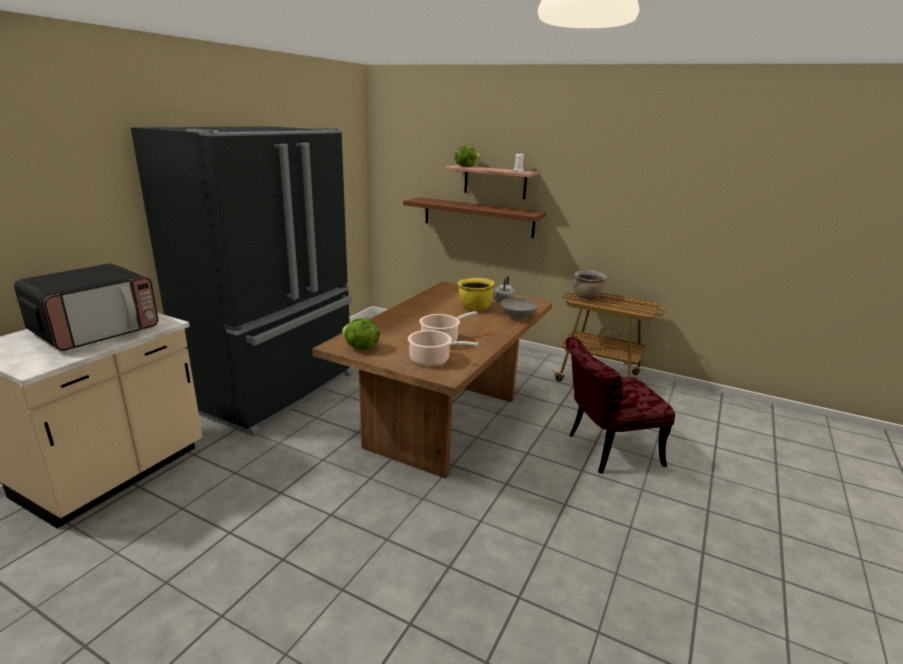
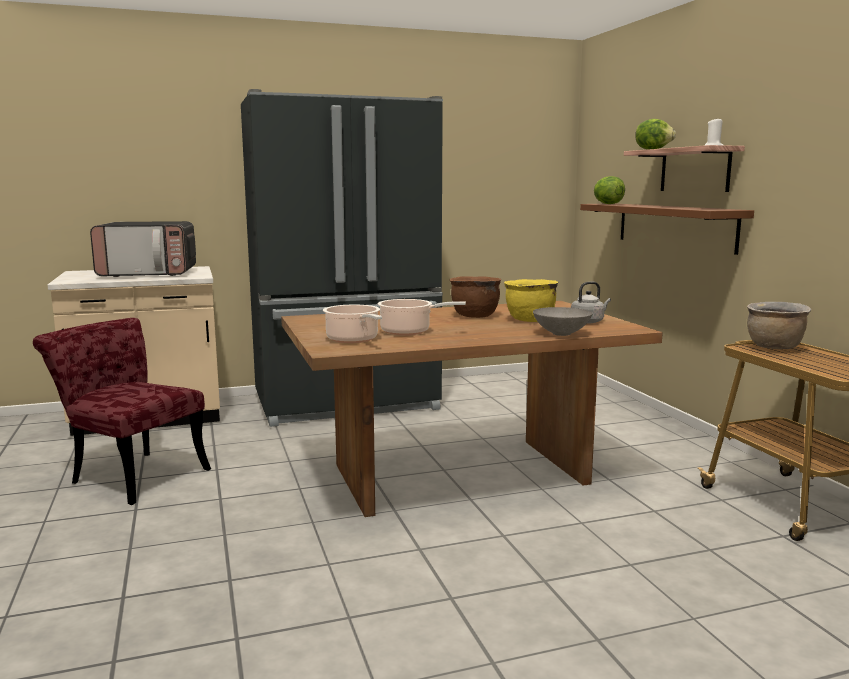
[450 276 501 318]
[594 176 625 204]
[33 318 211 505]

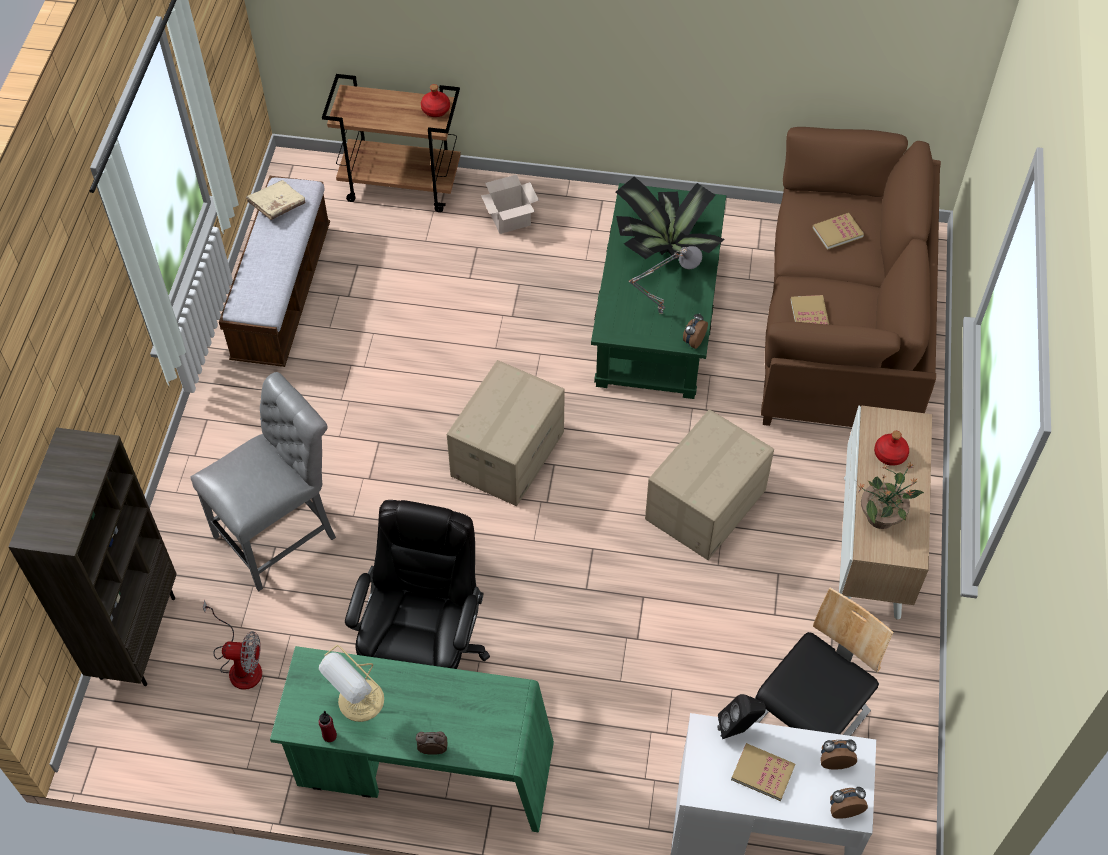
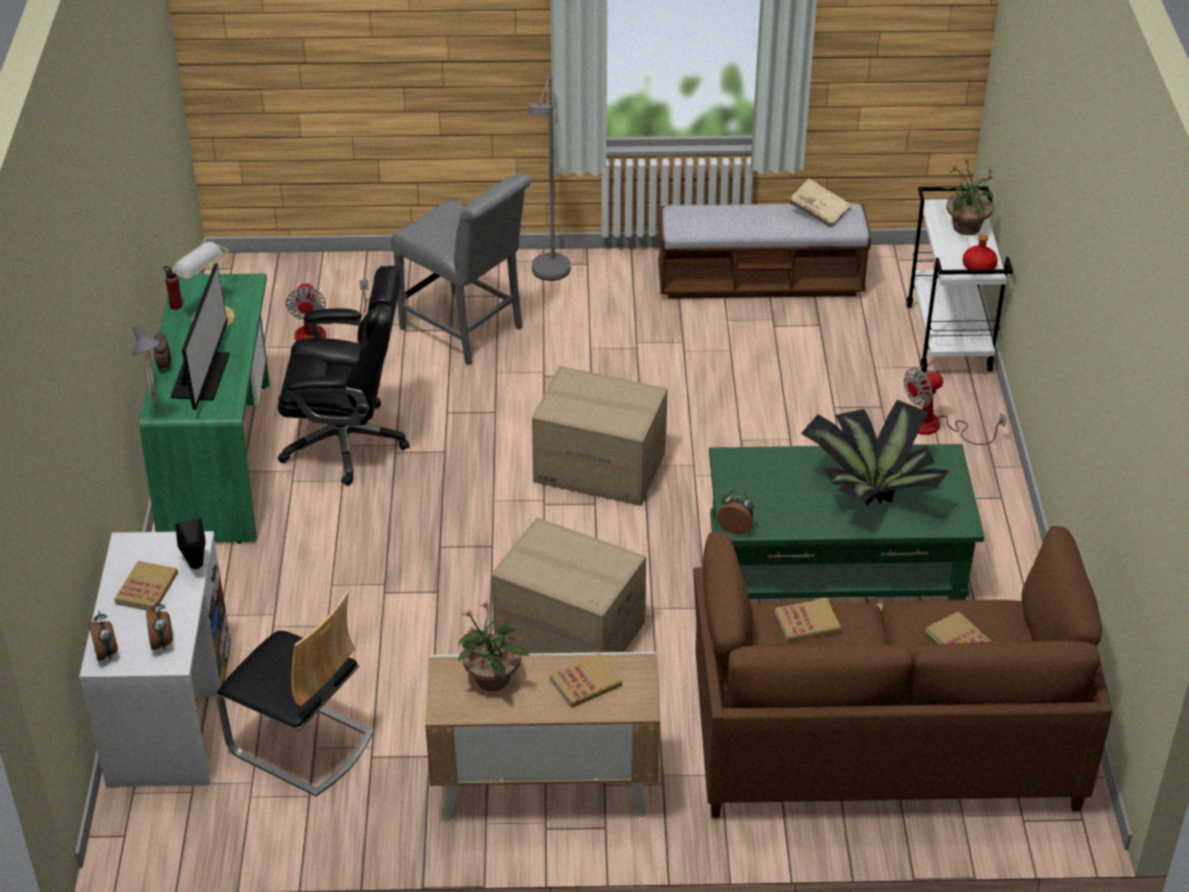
[9 427 177 686] (first image)
[170 263 230 410]
[528 77 571 281]
[942 159 993 235]
[132 323 160 410]
[904 368 1006 445]
[550 653 622 708]
[907 186 1013 372]

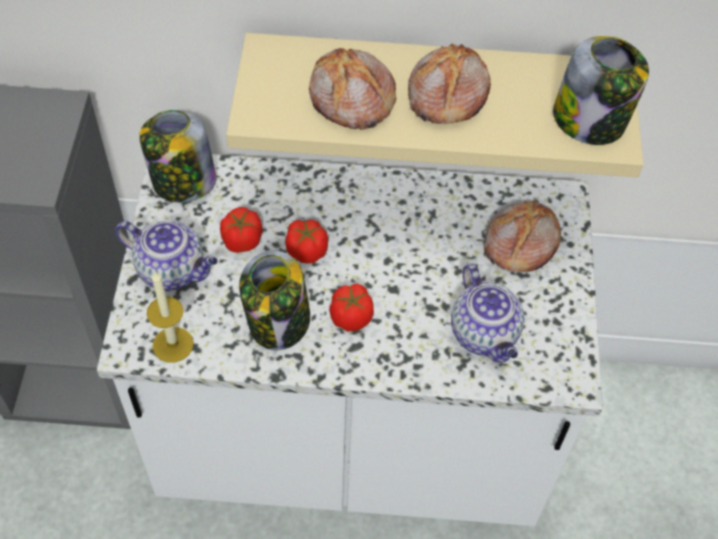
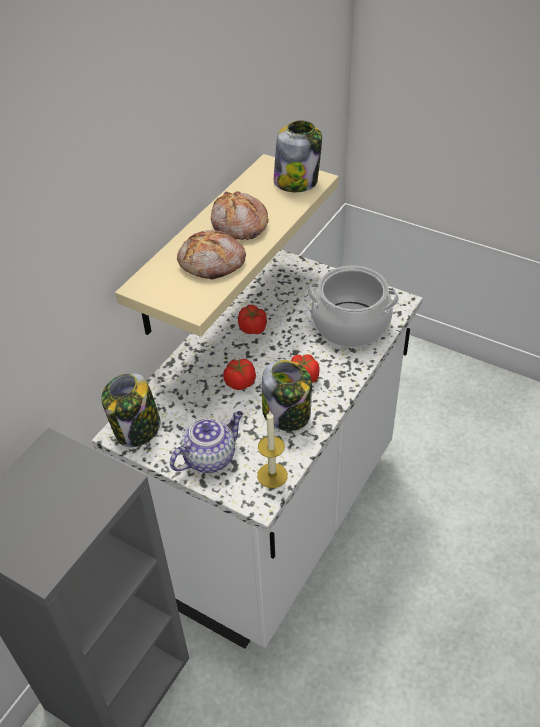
[484 201 561 272] (first image)
[238 305 267 334]
[307 266 399 347]

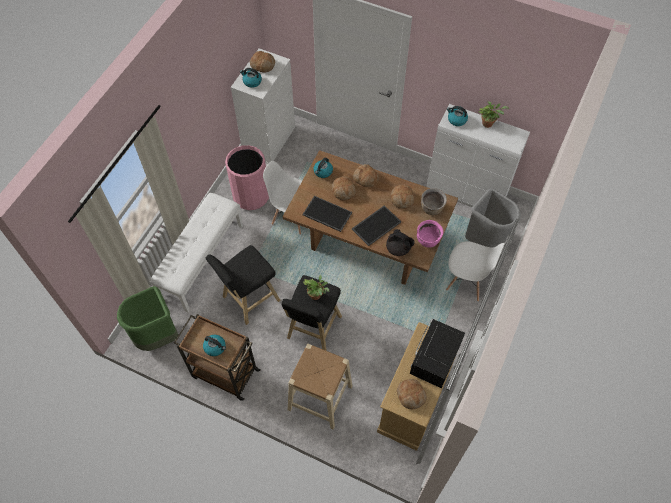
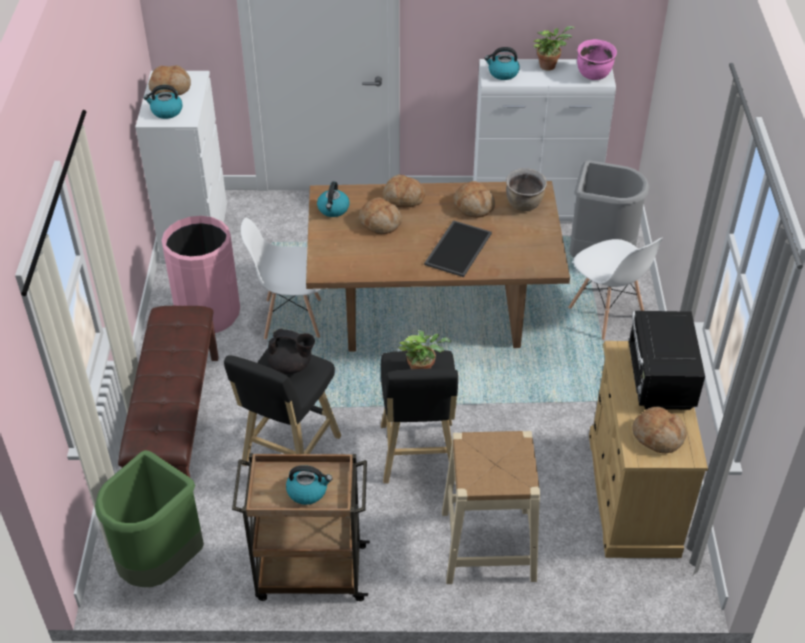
[302 196 352 232] (first image)
[267 329 315 374]
[577 39 617 80]
[118 306 219 477]
[568 238 663 340]

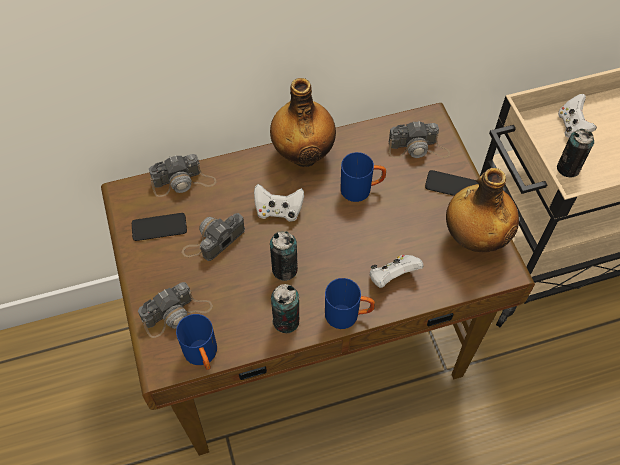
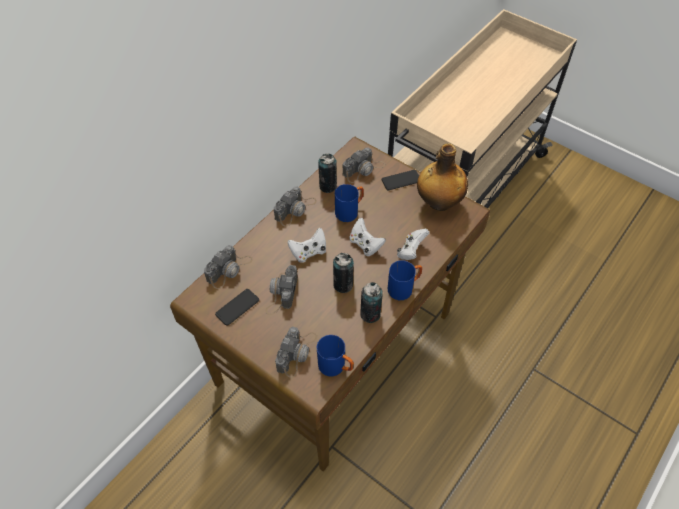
[318 153 337 193]
[350 218 386 256]
[274 186 317 227]

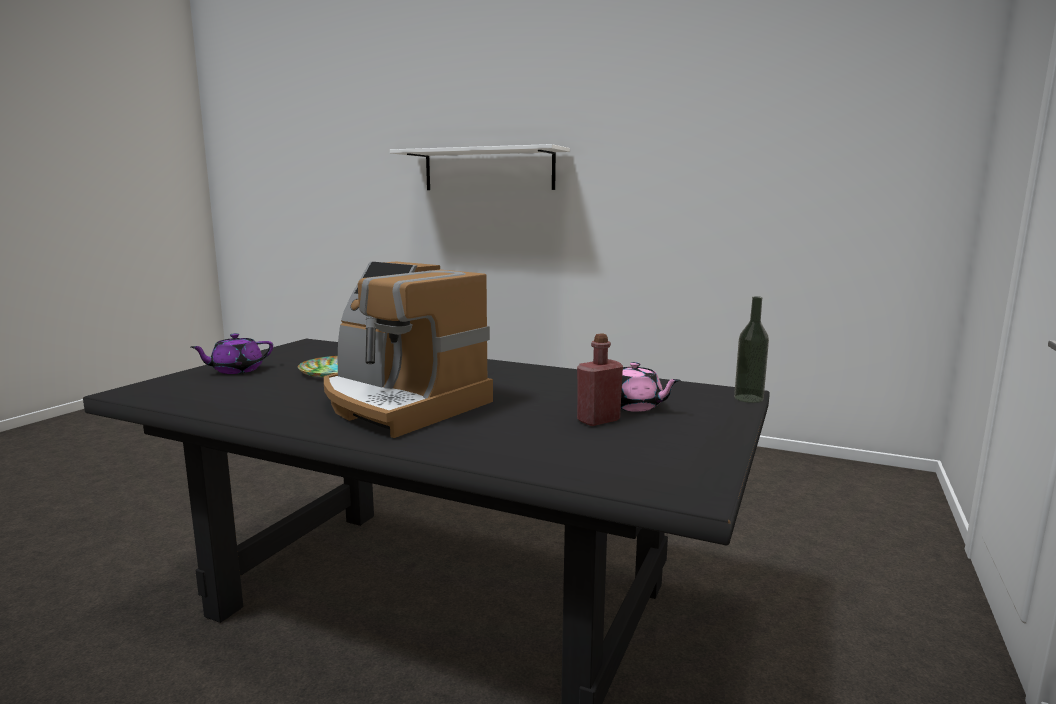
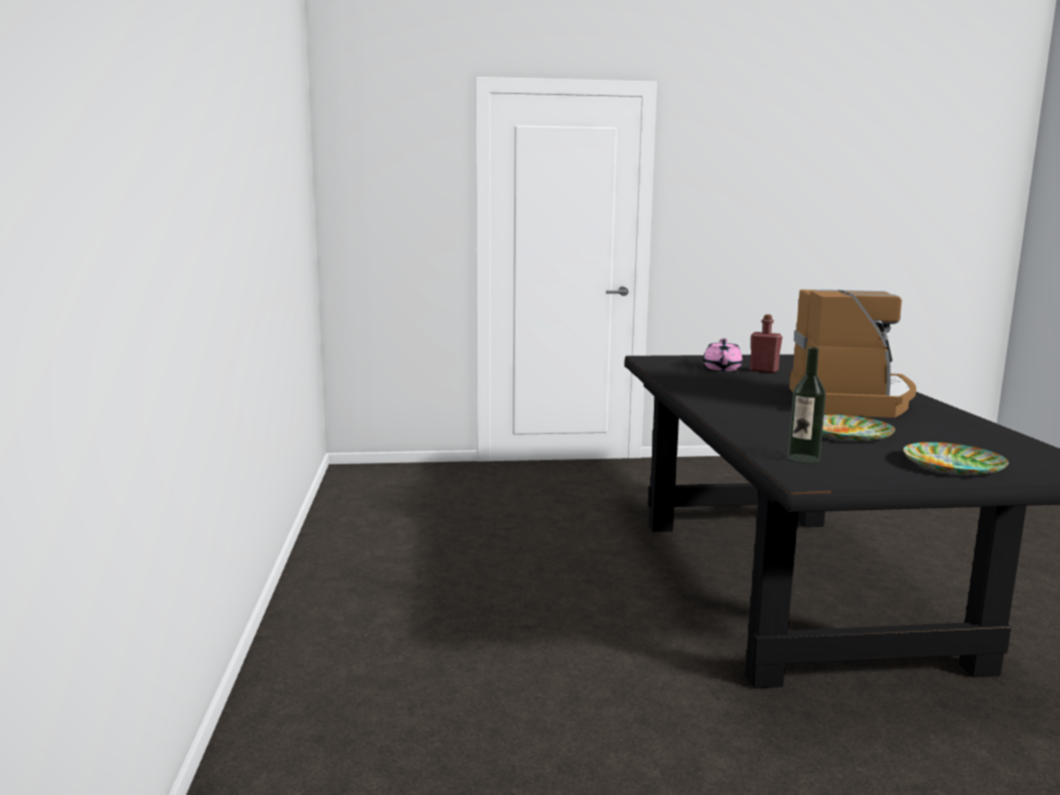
[390 144 570 190] (first image)
[788 347 826 464]
[903 442 1008 474]

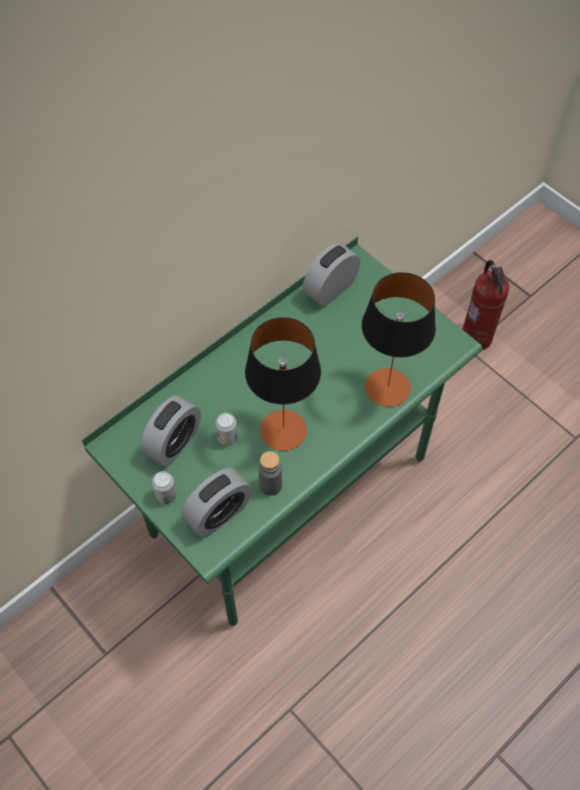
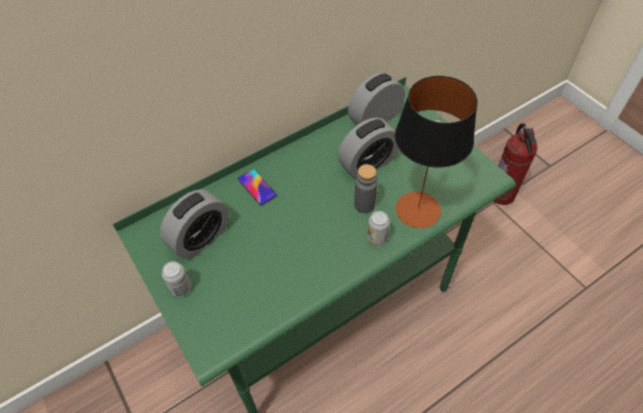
[245 317 321 451] (first image)
[238 169 277 205]
[337 118 399 179]
[367 211 390 246]
[354 164 377 213]

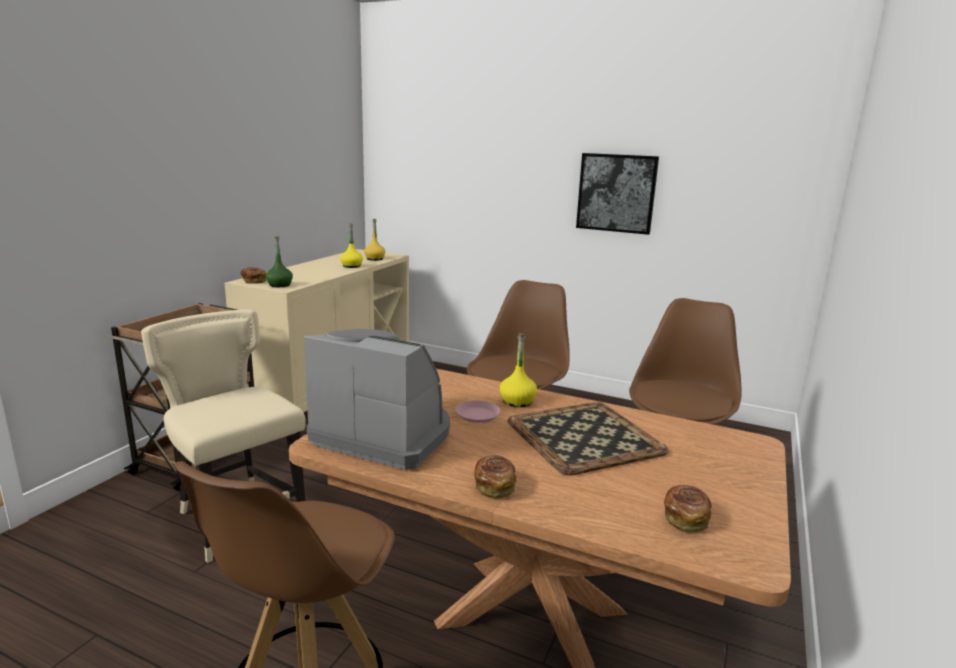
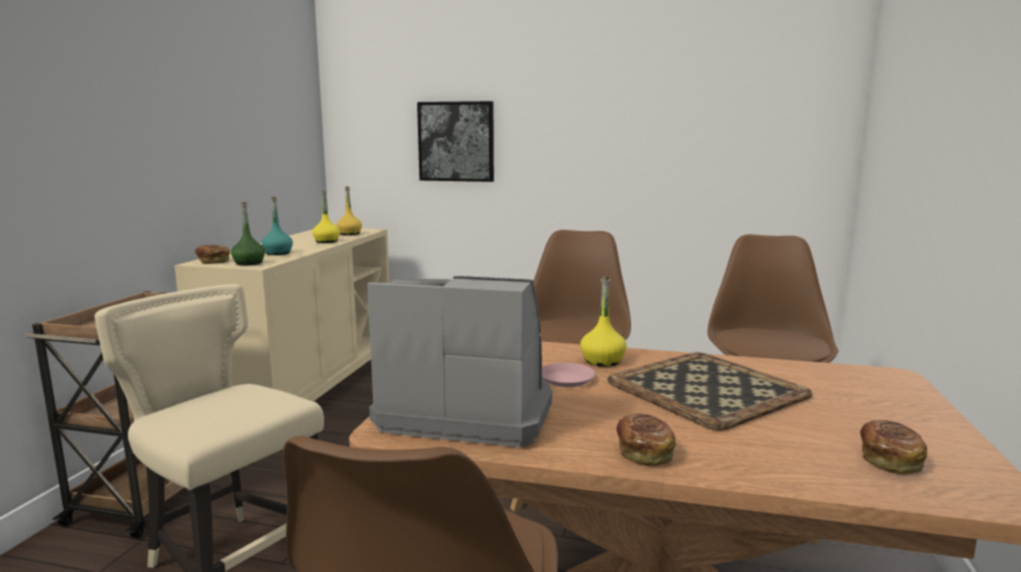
[262 197 293 255]
[417 101 494 182]

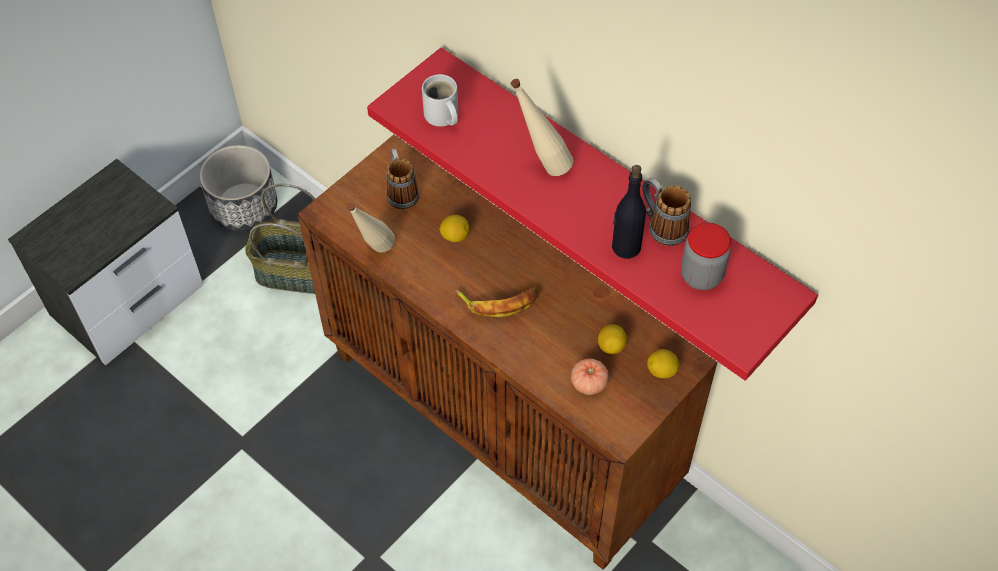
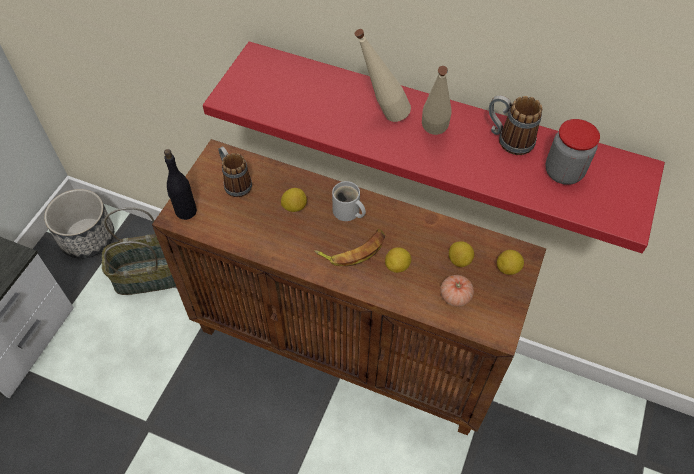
[385 247 411 273]
[422 66 451 135]
[332 181 366 221]
[164 149 197 220]

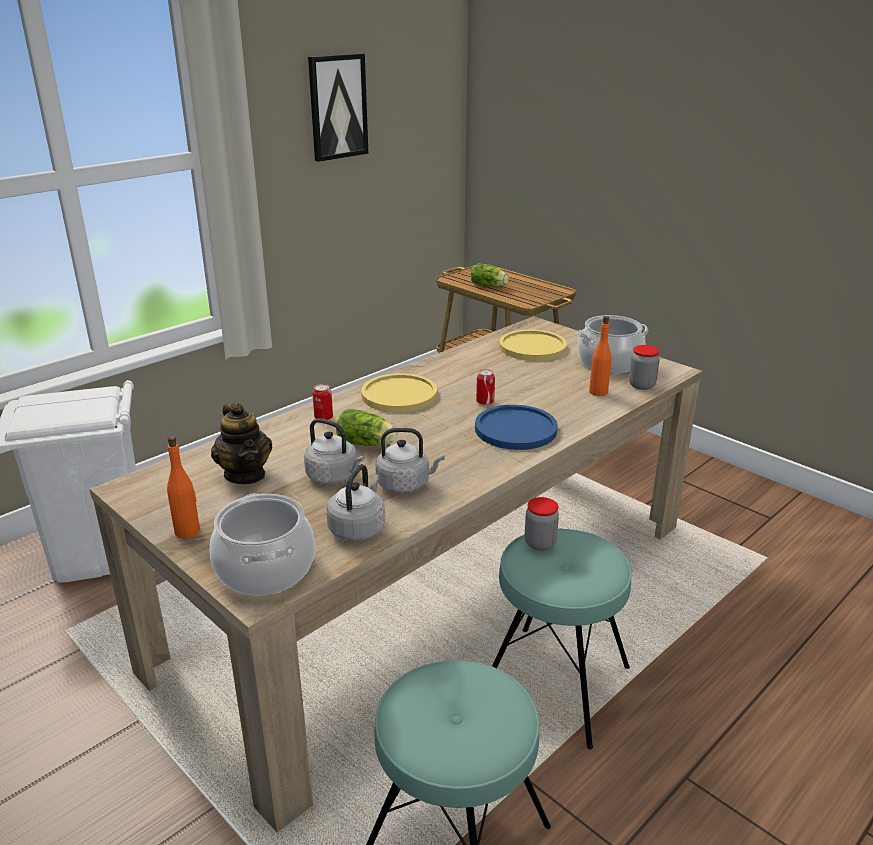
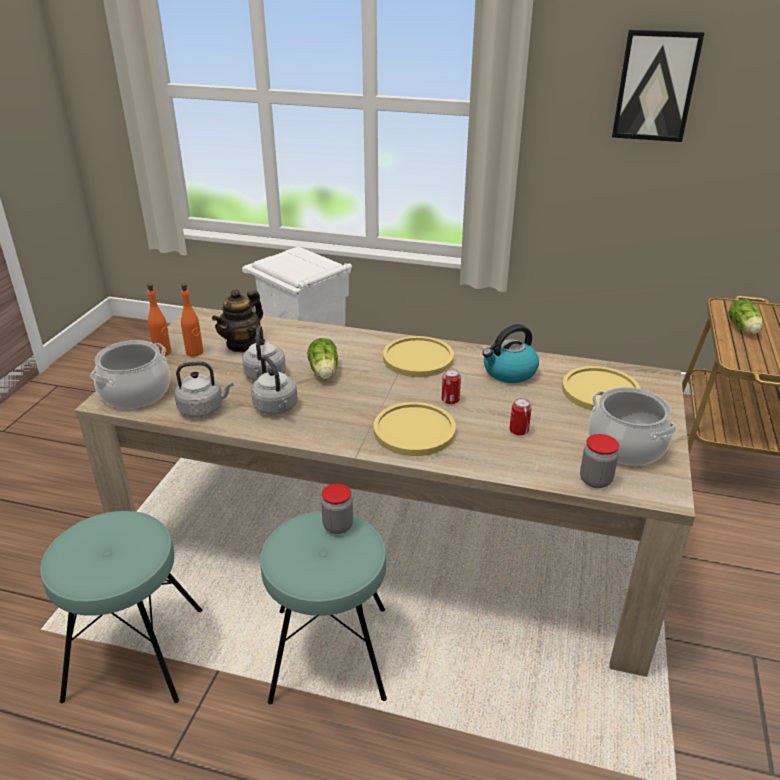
[483 324 539 383]
[509 398 532 435]
[181 284 203 357]
[374 402 456 456]

